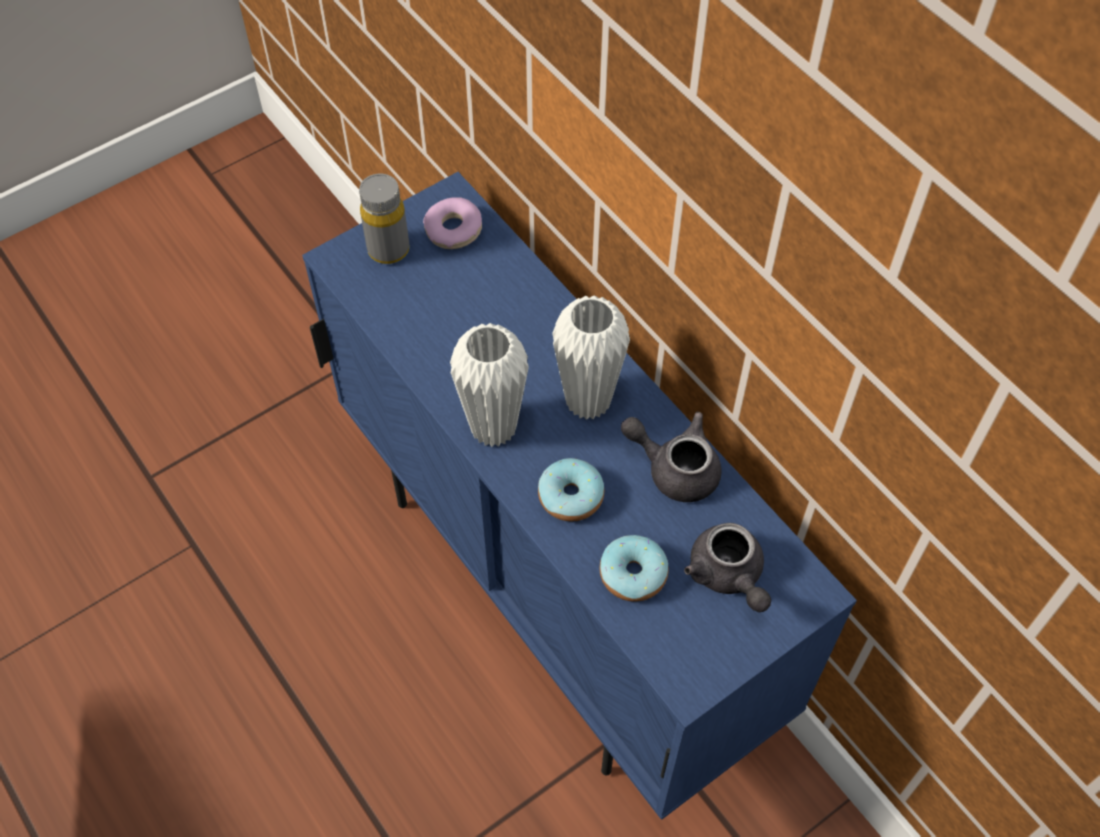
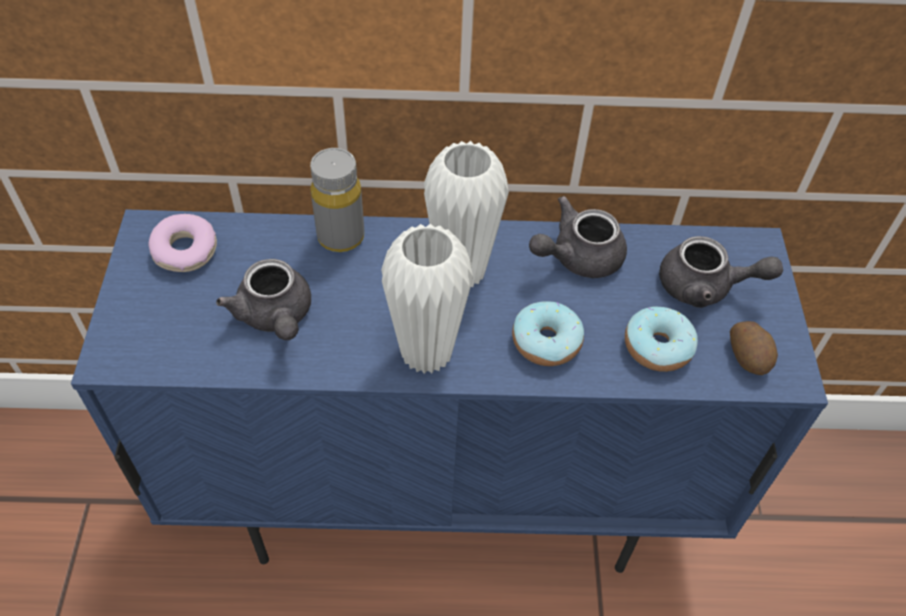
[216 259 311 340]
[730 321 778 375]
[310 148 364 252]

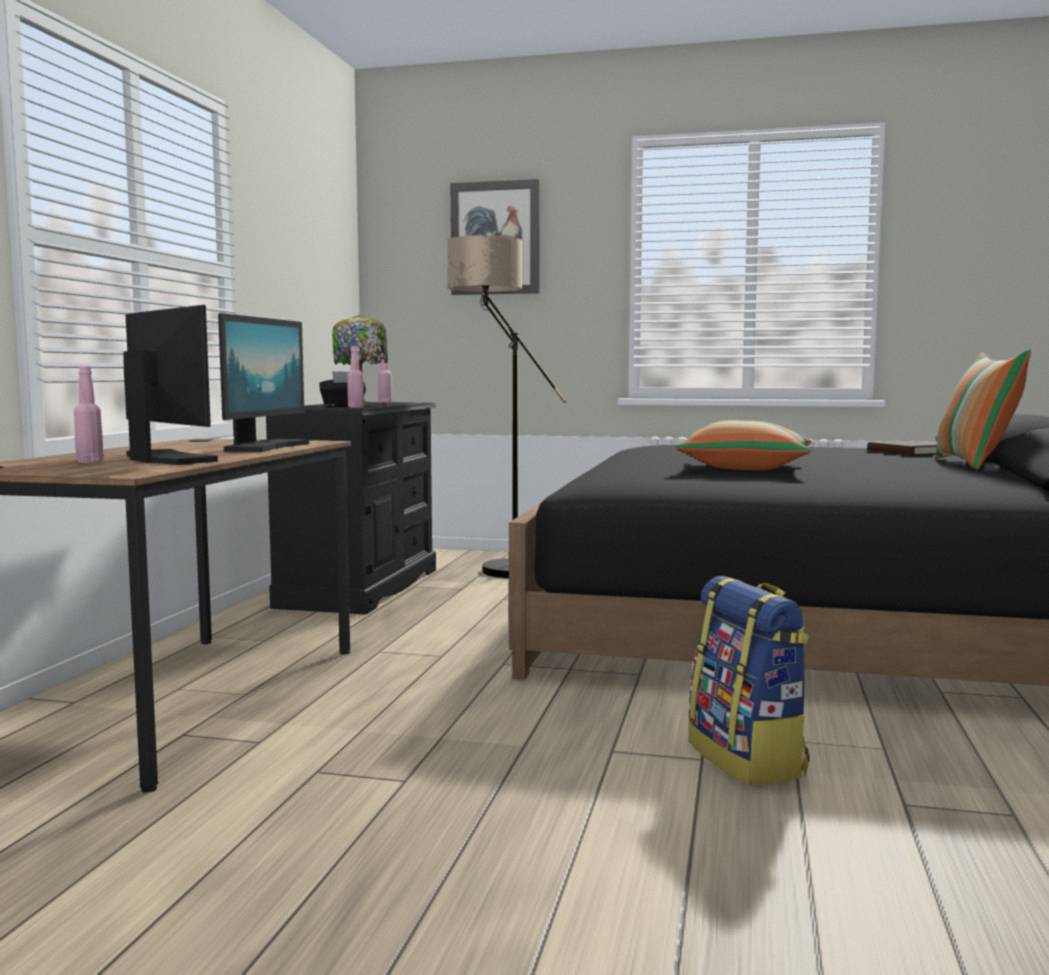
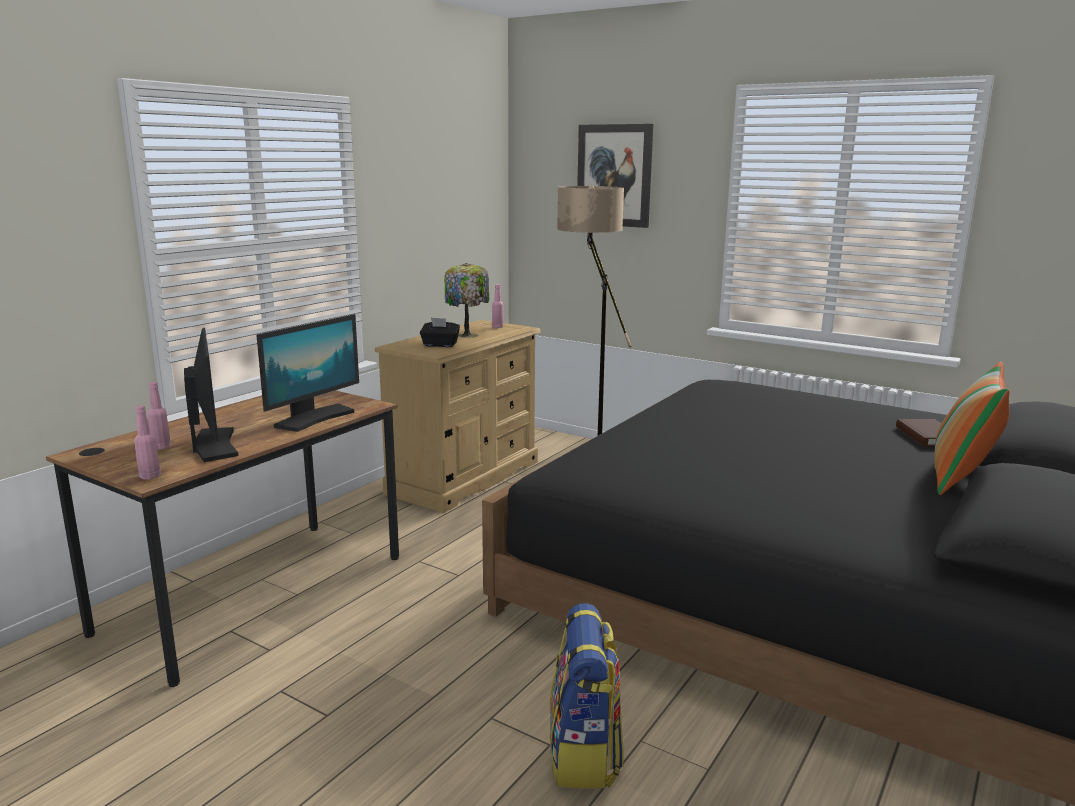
[676 420 811 470] (first image)
[134 405 160 480]
[375 320 541 513]

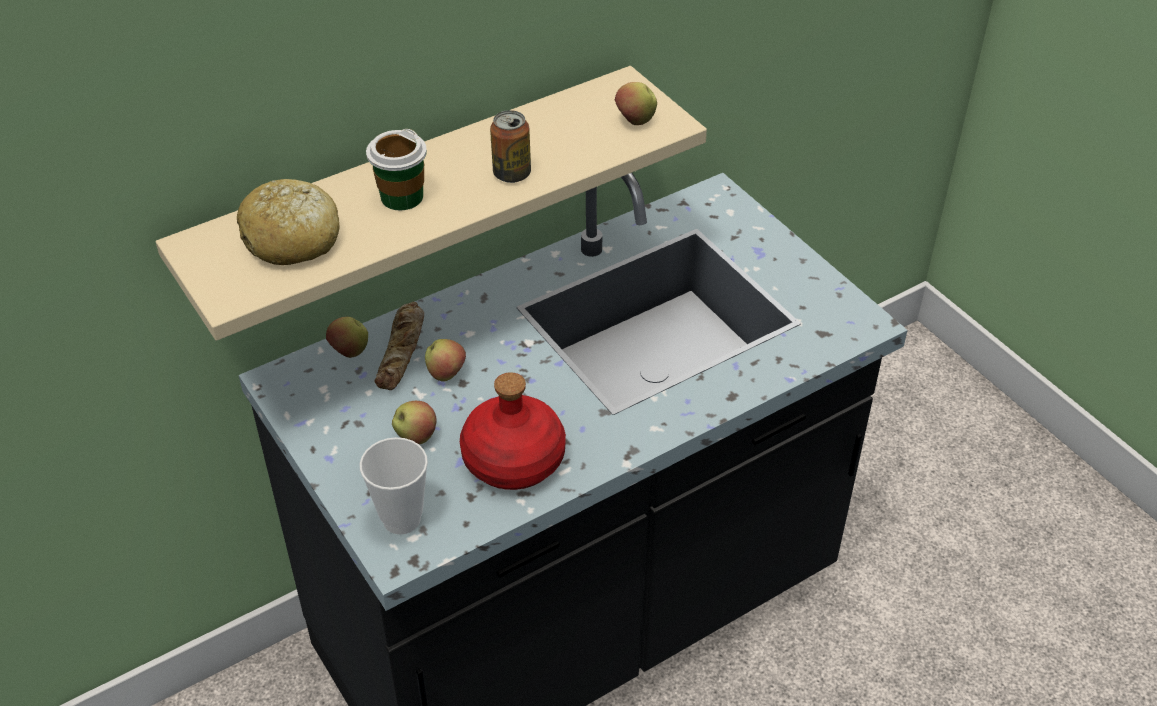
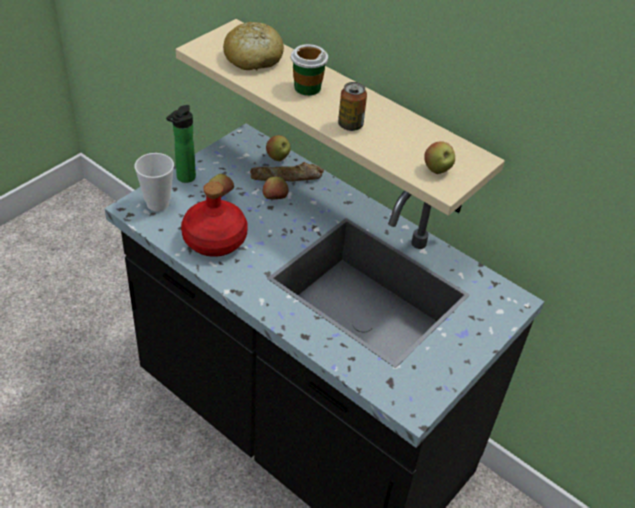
[166 105 196 183]

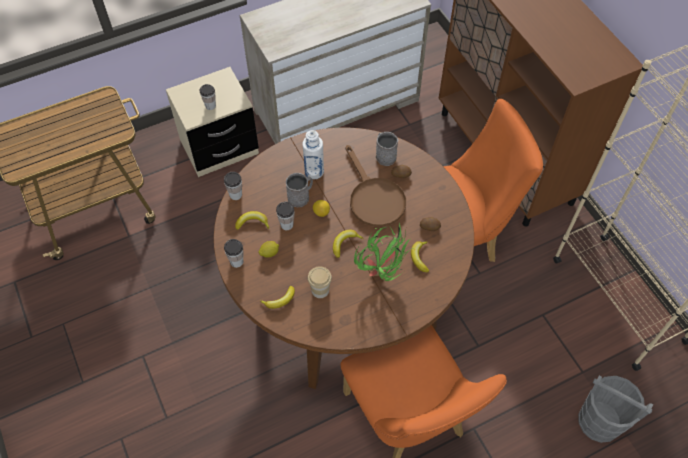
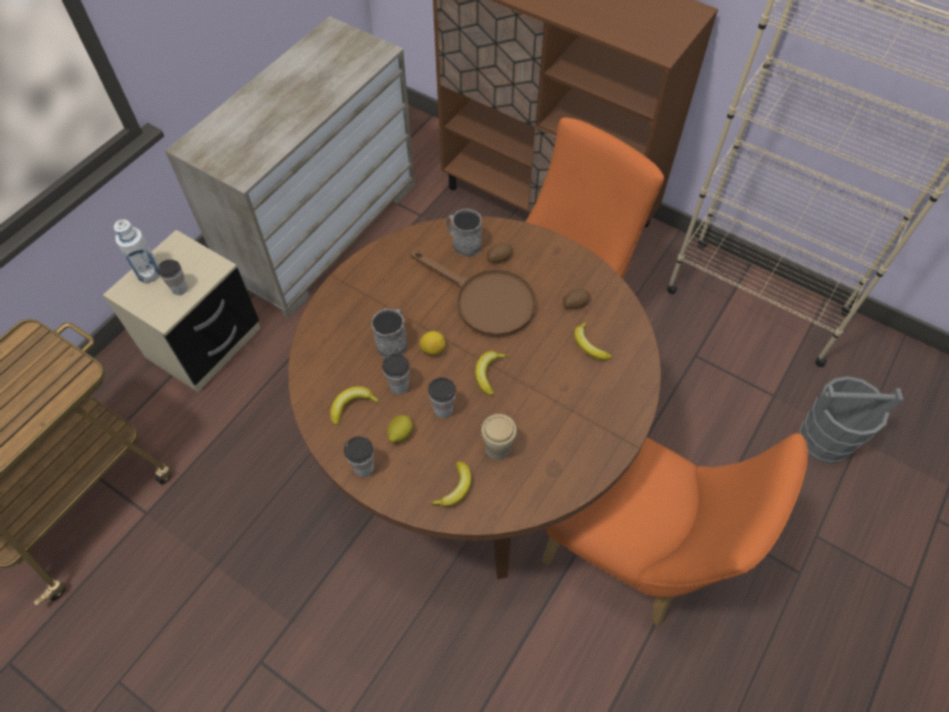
[354 222 413 281] (first image)
[428 377 456 418]
[114 219 160 283]

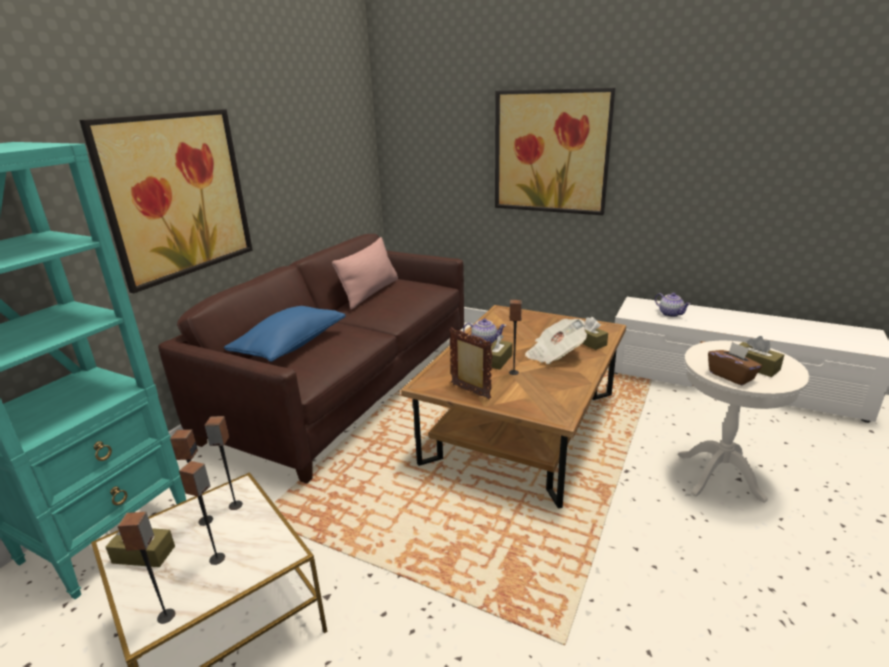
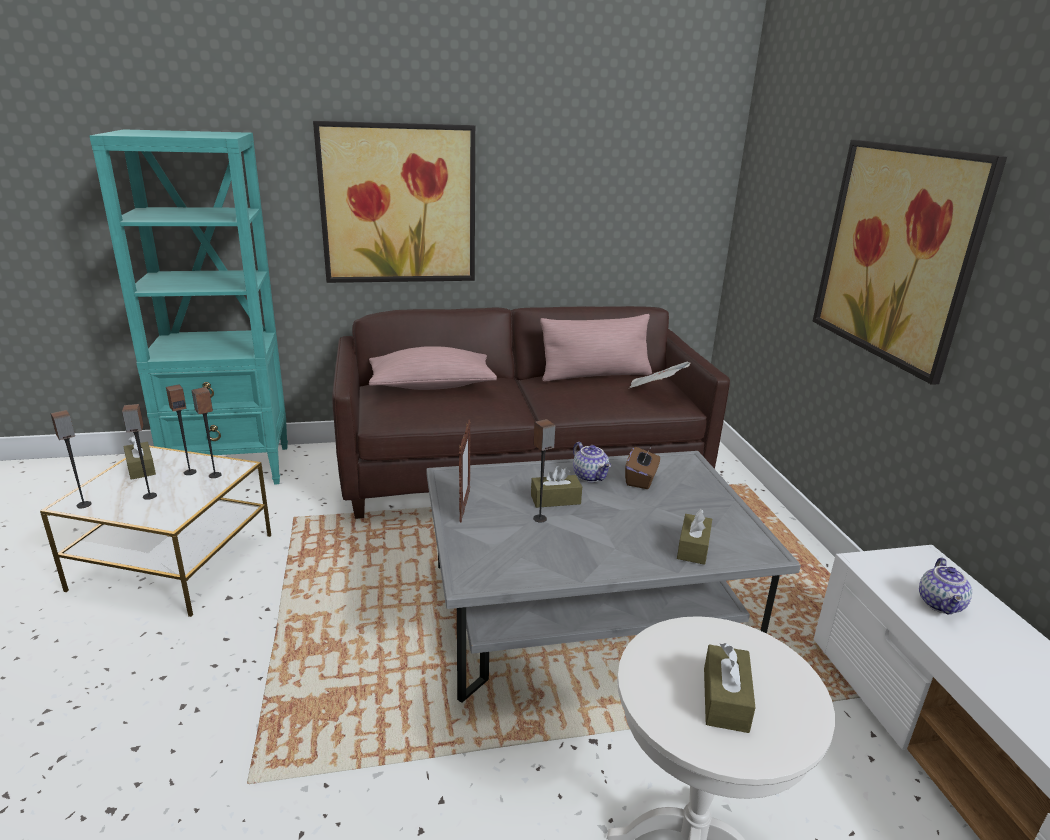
[628 361 691 389]
[625 447 660 489]
[369 346 497 390]
[426 451 801 703]

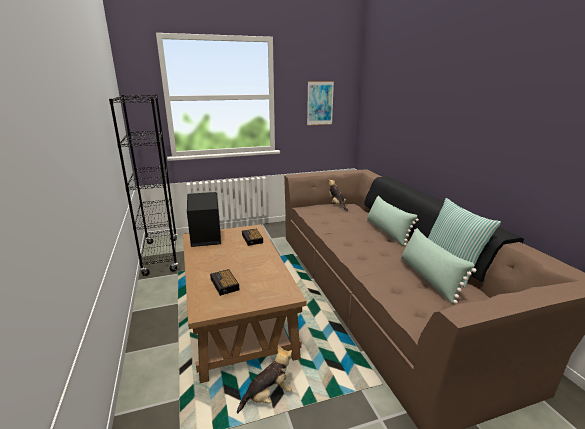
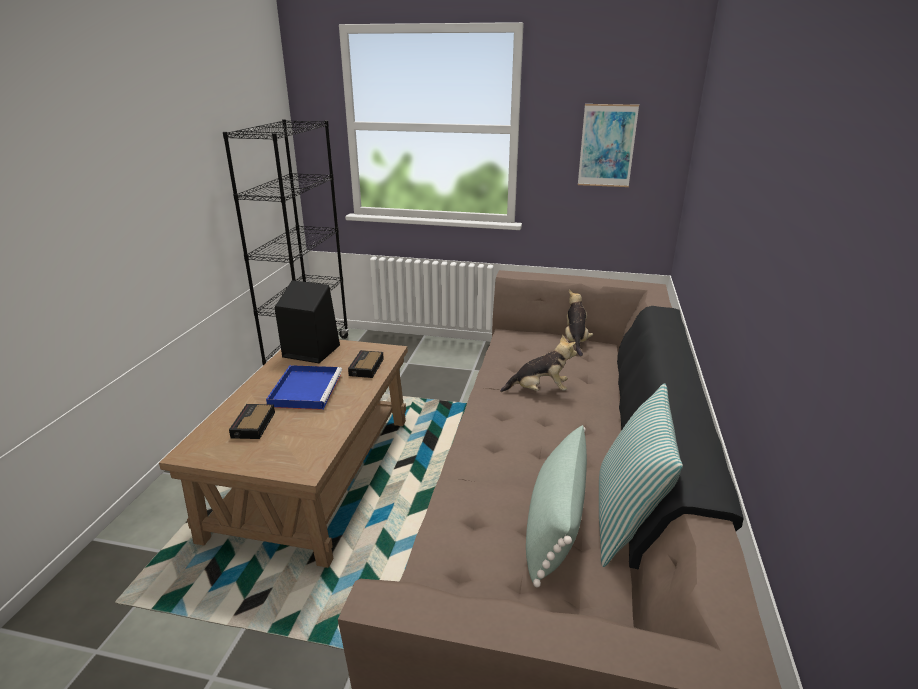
[367 196 419 246] (first image)
[266 365 342 410]
[500 335 577 392]

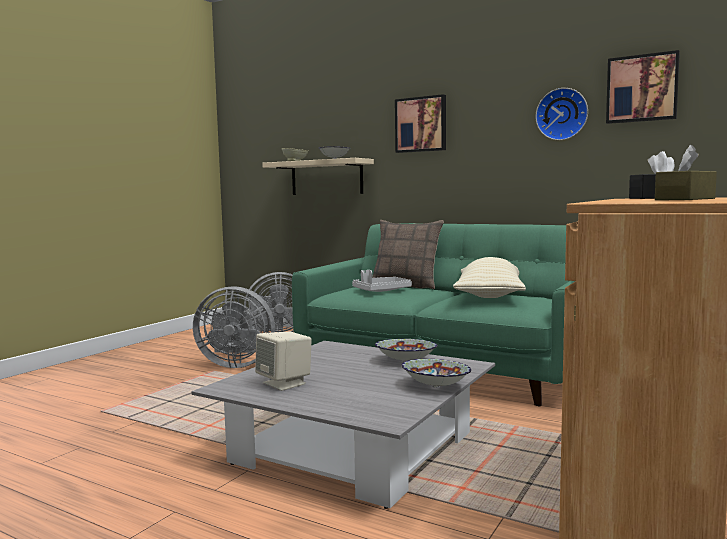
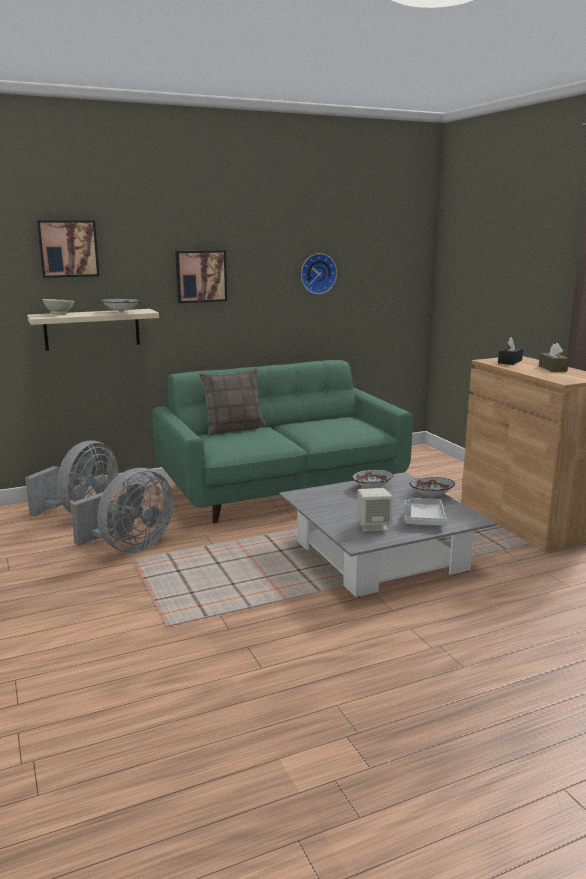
[453 257 526 298] (first image)
[404 498 447 525]
[37 220 99 278]

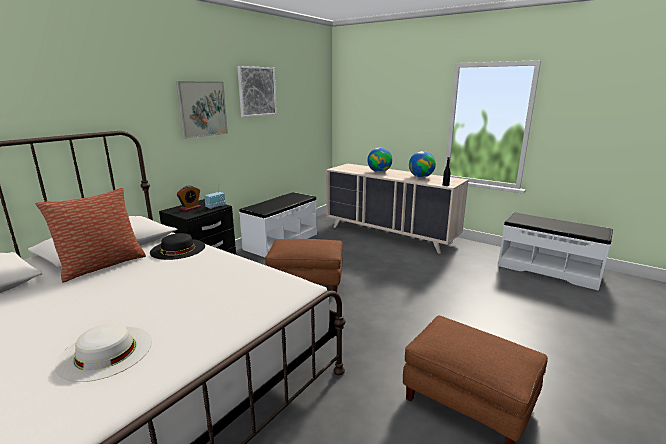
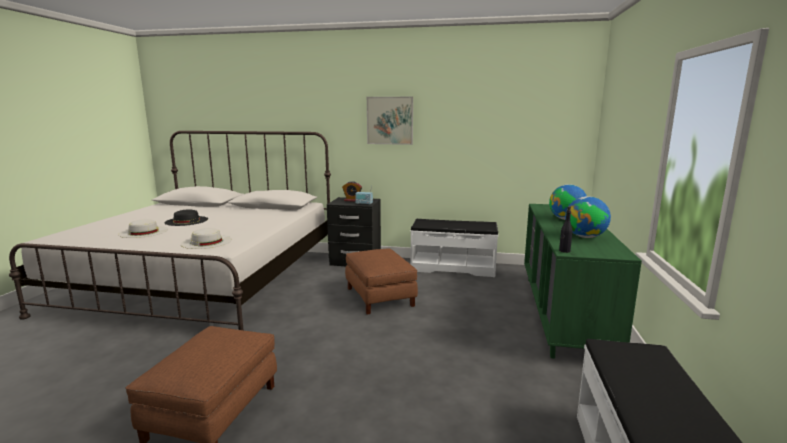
[36 188 146 282] (first image)
[237 66 277 117] (first image)
[181 228 232 249]
[165 209 208 226]
[524 204 642 359]

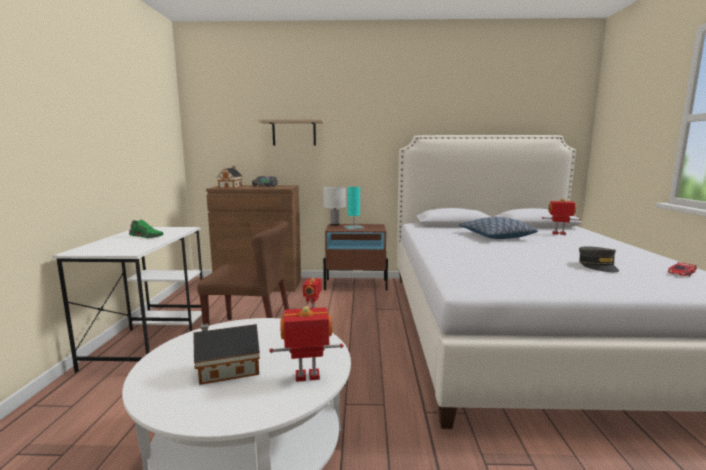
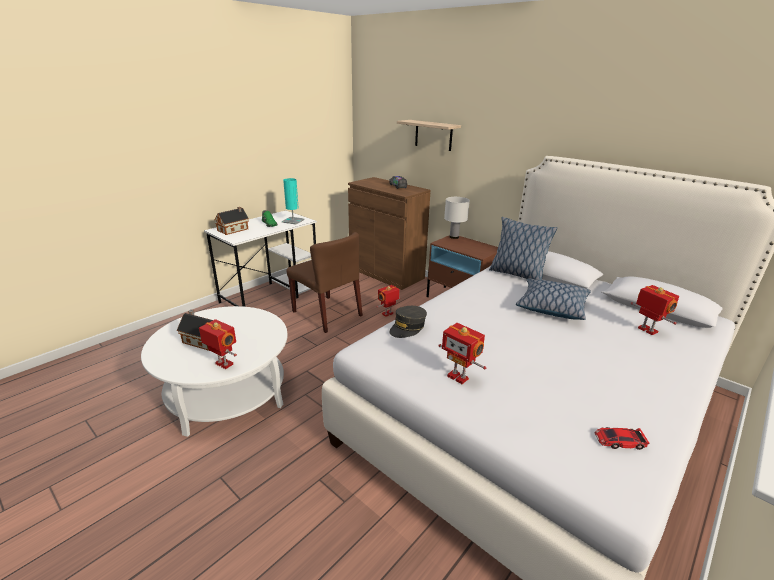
[438 323 487 384]
[489 217 557 280]
[215 207 249 235]
[282 178 305 224]
[390 306 427 338]

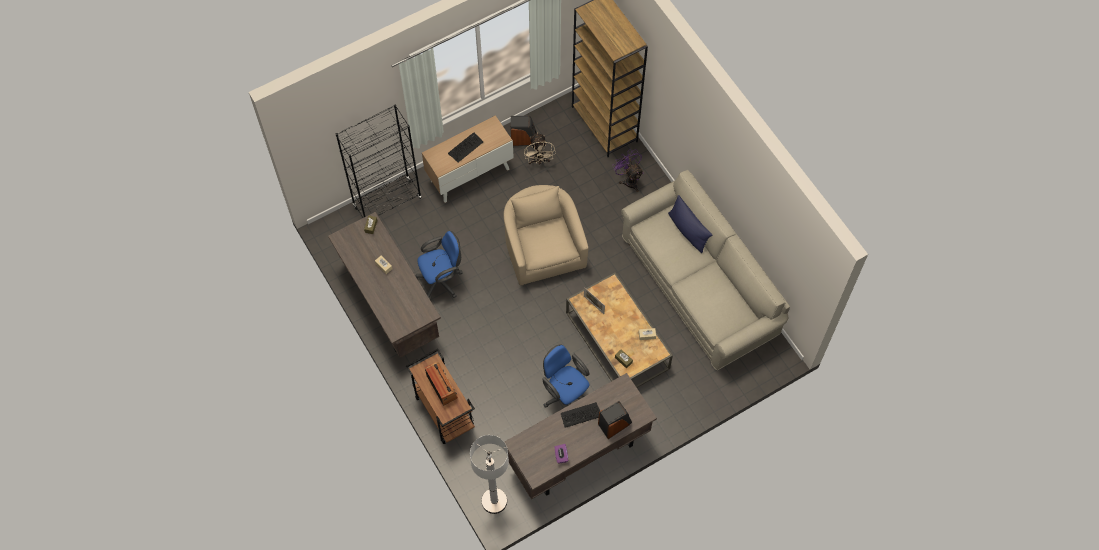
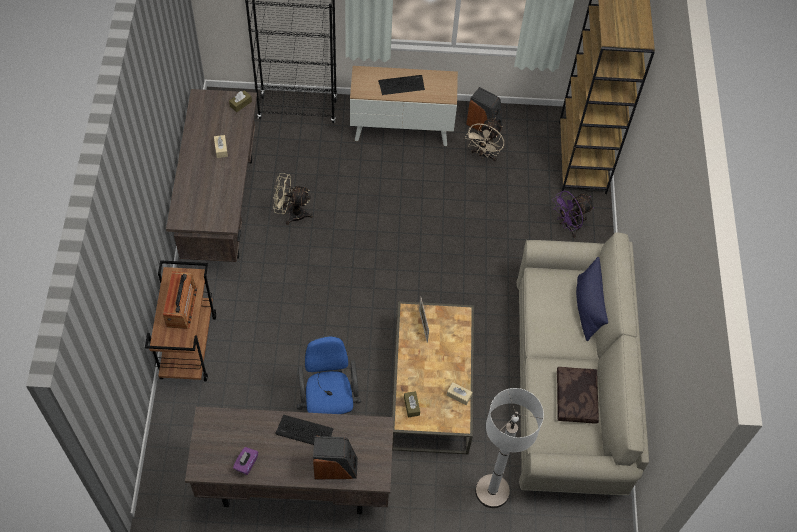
[504 185 589 285] (first image)
[557 367 599 423]
[475 388 544 508]
[273 173 313 225]
[553 191 594 238]

